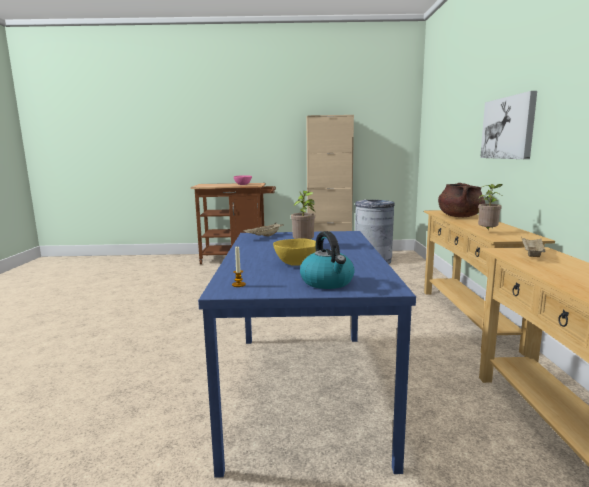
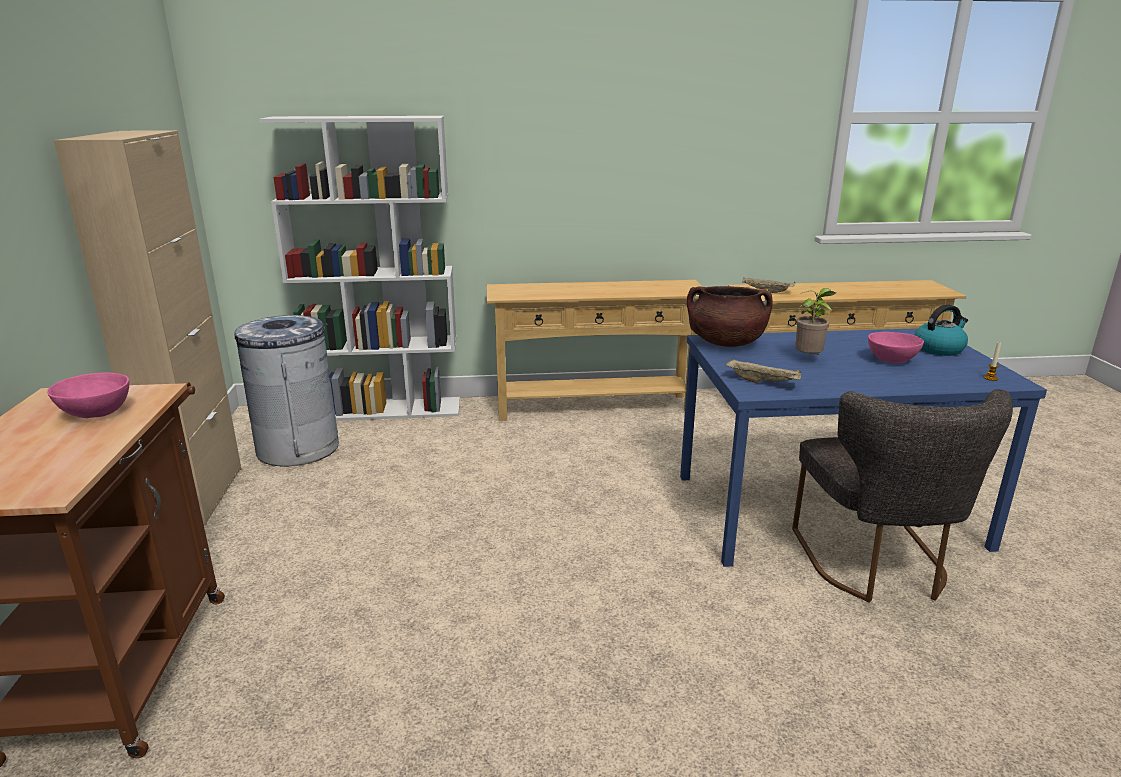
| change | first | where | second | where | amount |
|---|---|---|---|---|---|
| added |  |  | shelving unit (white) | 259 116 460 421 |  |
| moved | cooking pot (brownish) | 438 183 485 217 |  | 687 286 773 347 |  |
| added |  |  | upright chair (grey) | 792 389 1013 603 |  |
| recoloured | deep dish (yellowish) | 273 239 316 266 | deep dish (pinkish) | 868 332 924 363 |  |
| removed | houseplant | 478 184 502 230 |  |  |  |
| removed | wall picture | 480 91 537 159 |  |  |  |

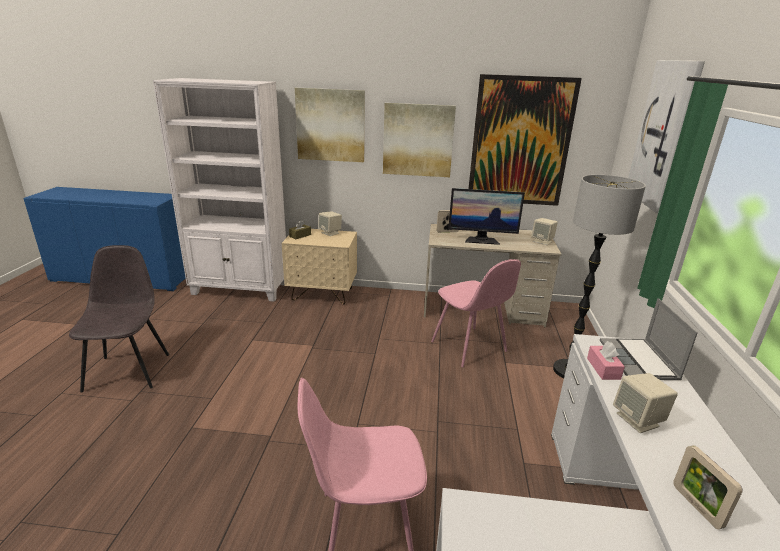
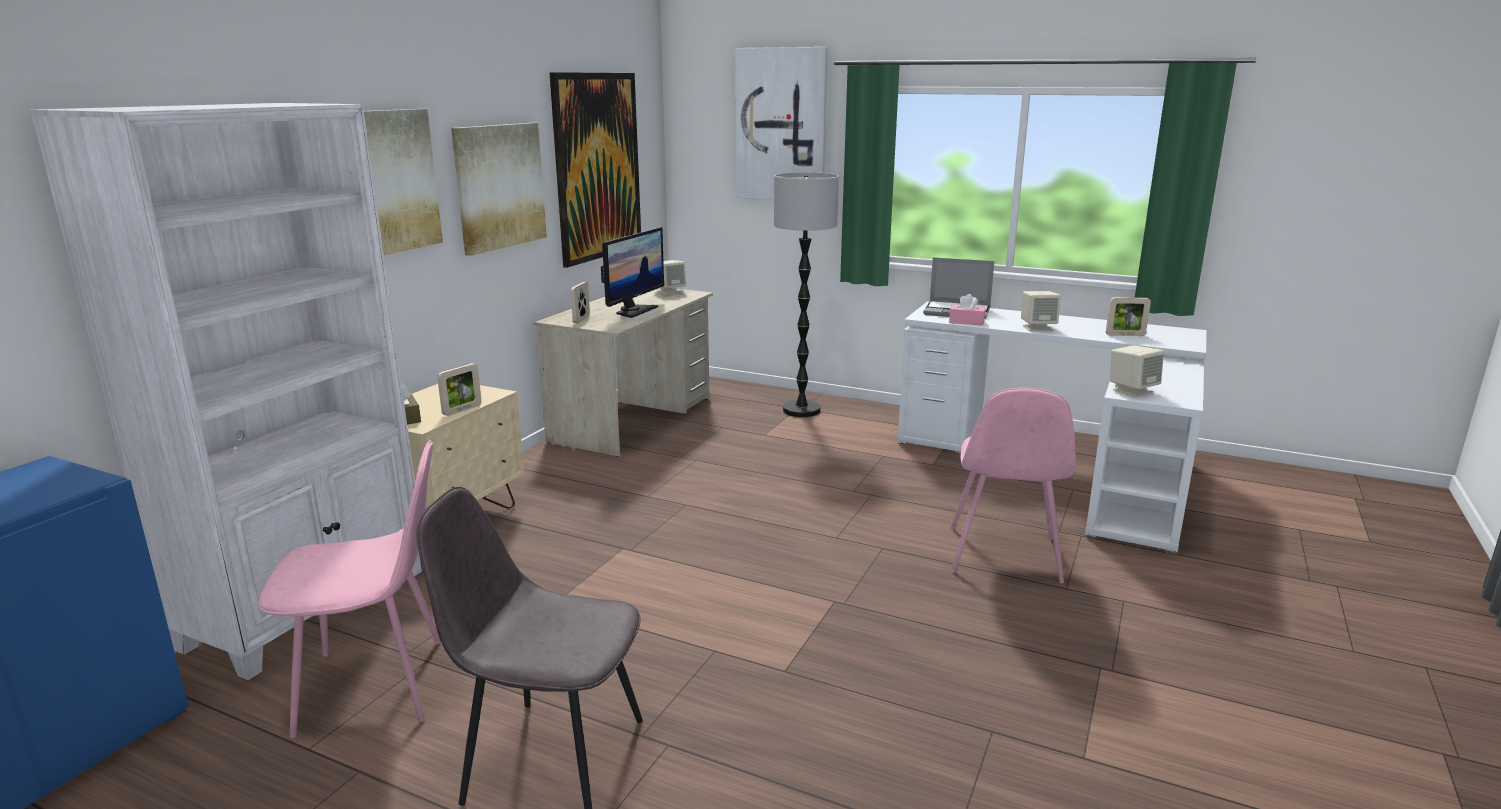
| change | first | where | second | where | amount |
|---|---|---|---|---|---|
| moved | upright chair (pinkish) | 431 259 521 367 |  | 259 440 441 738 |  |
| added |  |  | picture frame | 437 363 482 416 |  |
| moved | speaker (beige) | 318 211 342 236 |  | 1109 345 1164 397 |  |

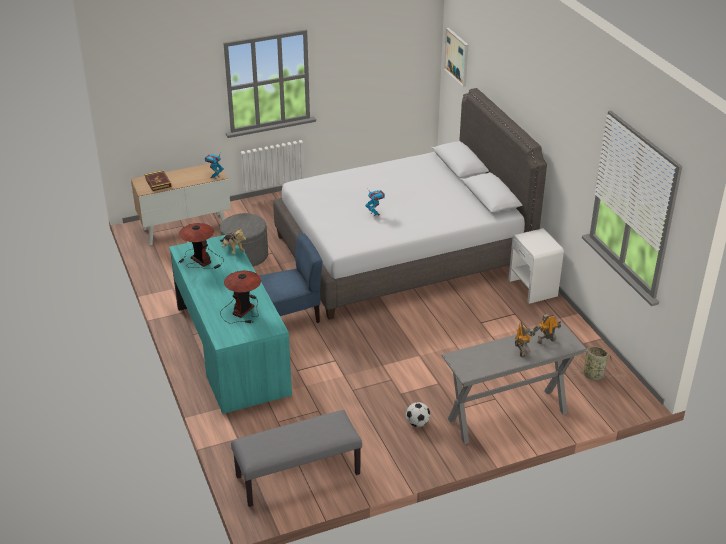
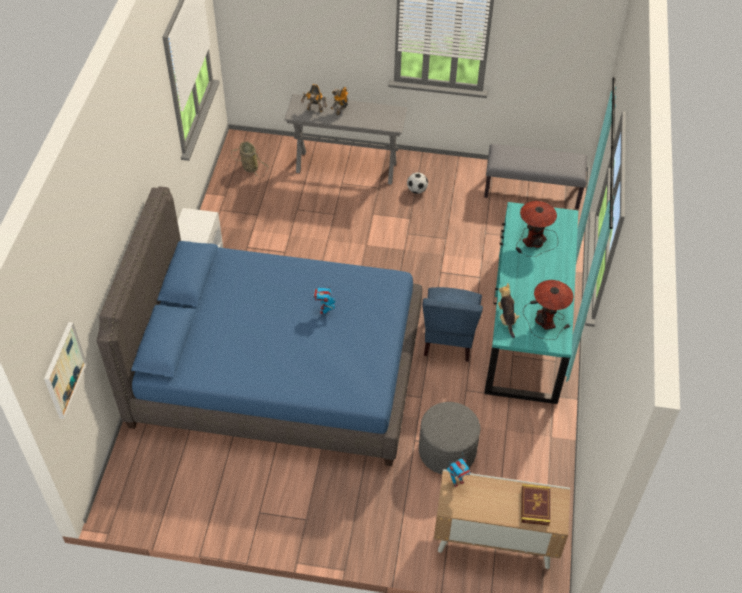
| change | first | where | second | where | amount |
|---|---|---|---|---|---|
| recoloured | sleeping bed (grey) | 273 88 547 320 | sleeping bed (blue) | 96 186 422 466 |  |
| turned | upright chair (blue) | 259 233 322 323 |  | 423 287 483 362 | 90 degrees counterclockwise |

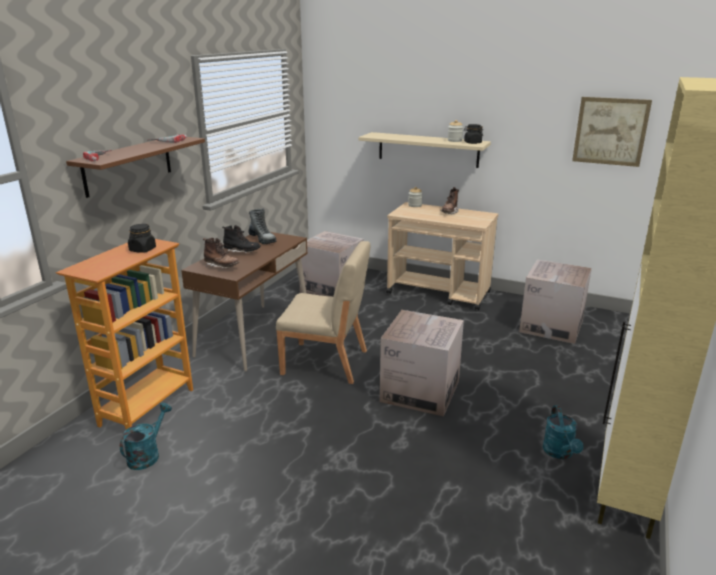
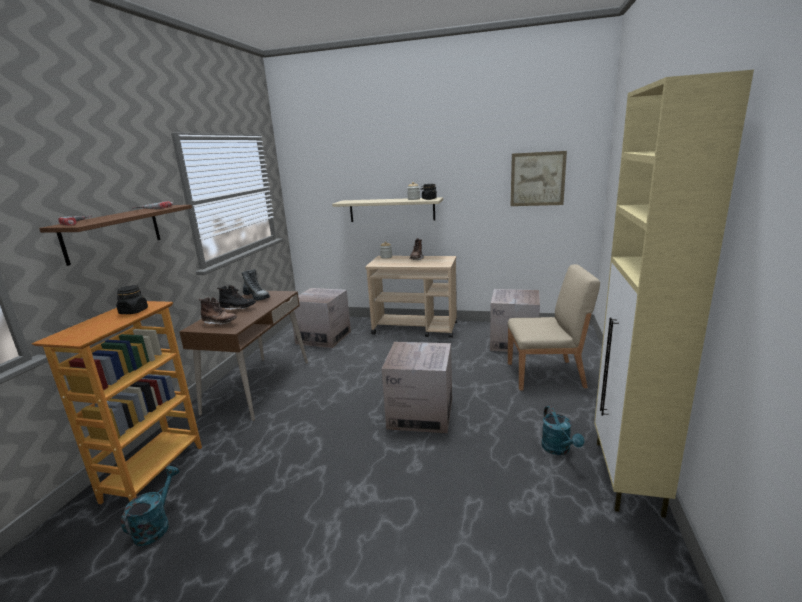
| change | first | where | second | where | amount |
|---|---|---|---|---|---|
| moved | upright chair (beige) | 276 241 370 384 |  | 507 264 600 391 |  |

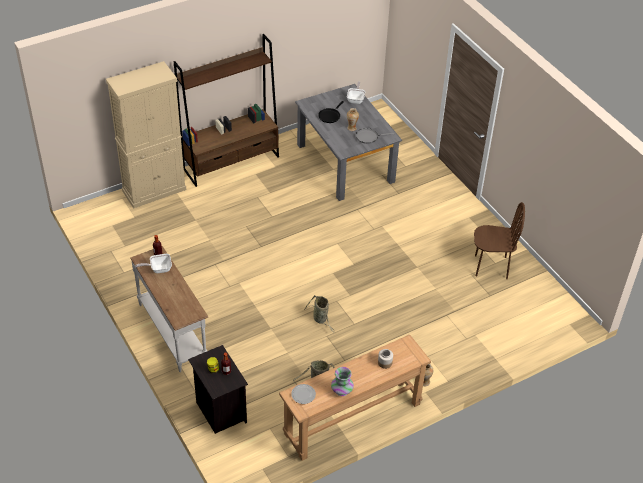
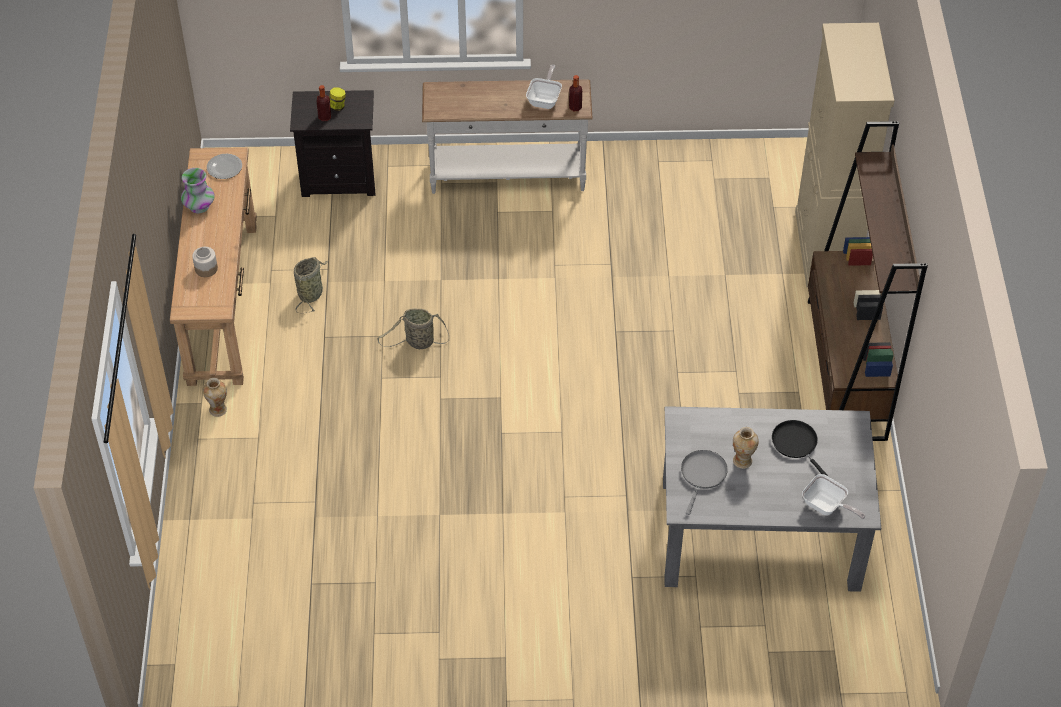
| change | first | where | second | where | amount |
|---|---|---|---|---|---|
| removed | upright chair (brownish) | 474 202 525 279 |  |  |  |

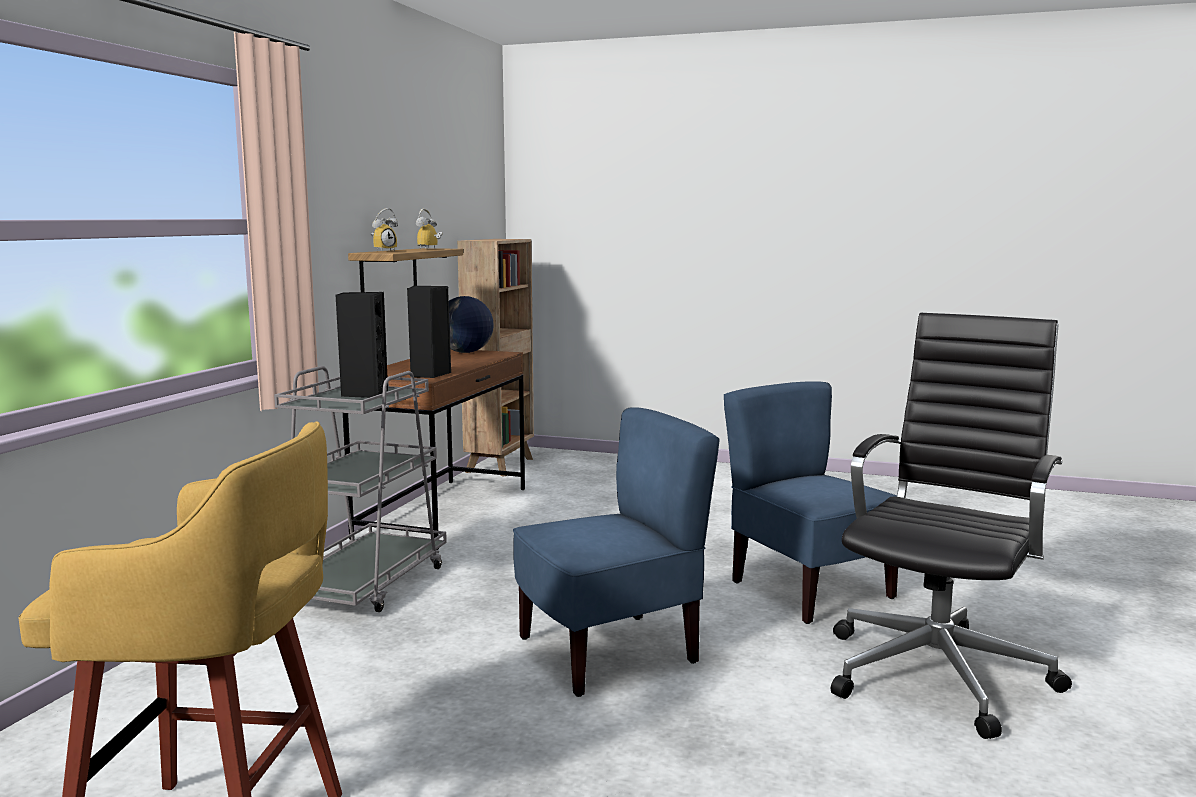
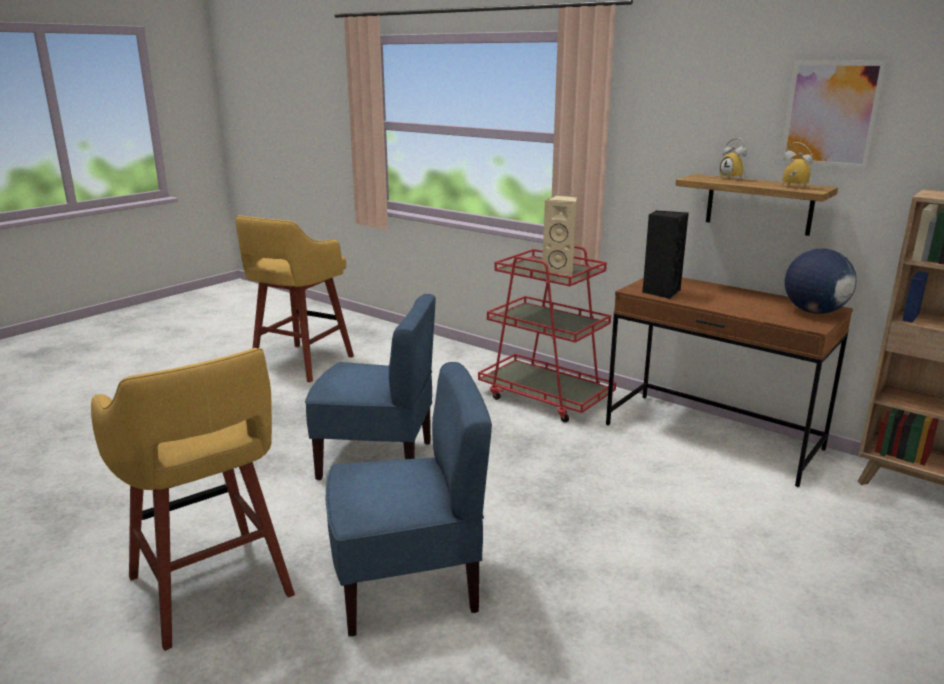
| change | first | where | second | where | amount |
|---|---|---|---|---|---|
| replaced | office chair (black-coloured) | 831 313 1072 739 | sitting stool (yellowish) | 91 348 295 651 |  |
| turned | upright chair (blue) | 513 407 720 697 |  | 305 294 436 480 | 75 degrees counterclockwise |
| recoloured | wheeled cart (grey) | 274 366 447 612 | wheeled cart (red-coloured) | 478 245 616 423 |  |
| recoloured | speaker (black-coloured) | 336 292 388 398 | speaker (beige) | 542 195 577 276 |  |
| added |  |  | wall picture | 780 61 887 169 |  |

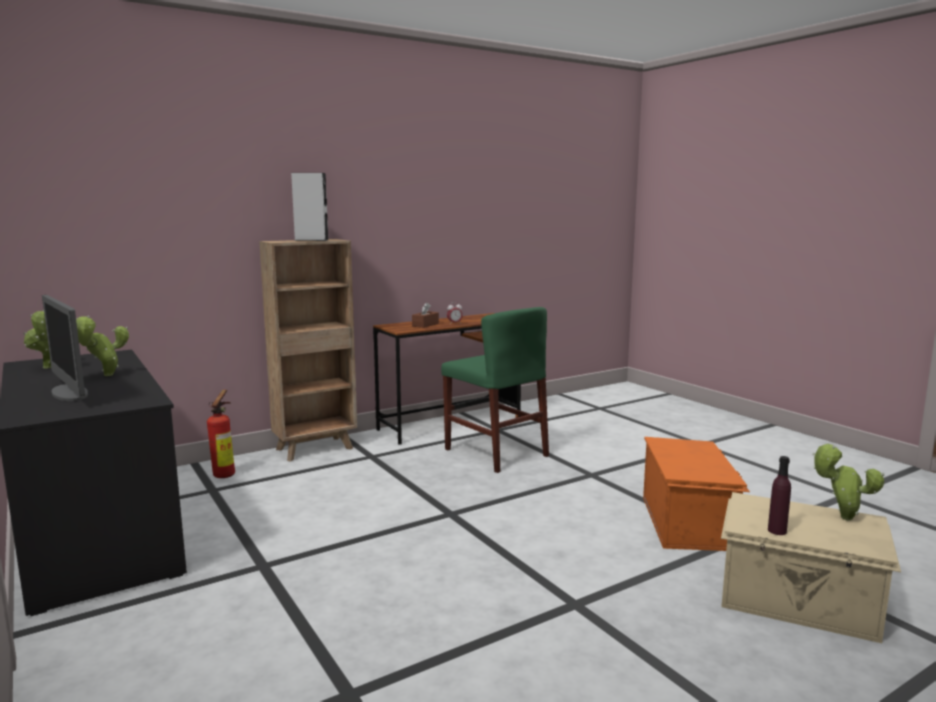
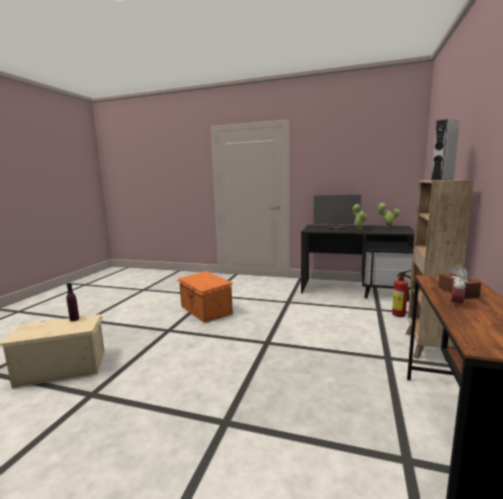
| change | first | where | second | where | amount |
|---|---|---|---|---|---|
| moved | storage bin (orangey) | 643 437 750 551 |  | 177 271 233 323 |  |
| removed | upright chair (green) | 441 307 549 473 |  |  |  |
| removed | houseplant | 812 444 885 520 |  |  |  |

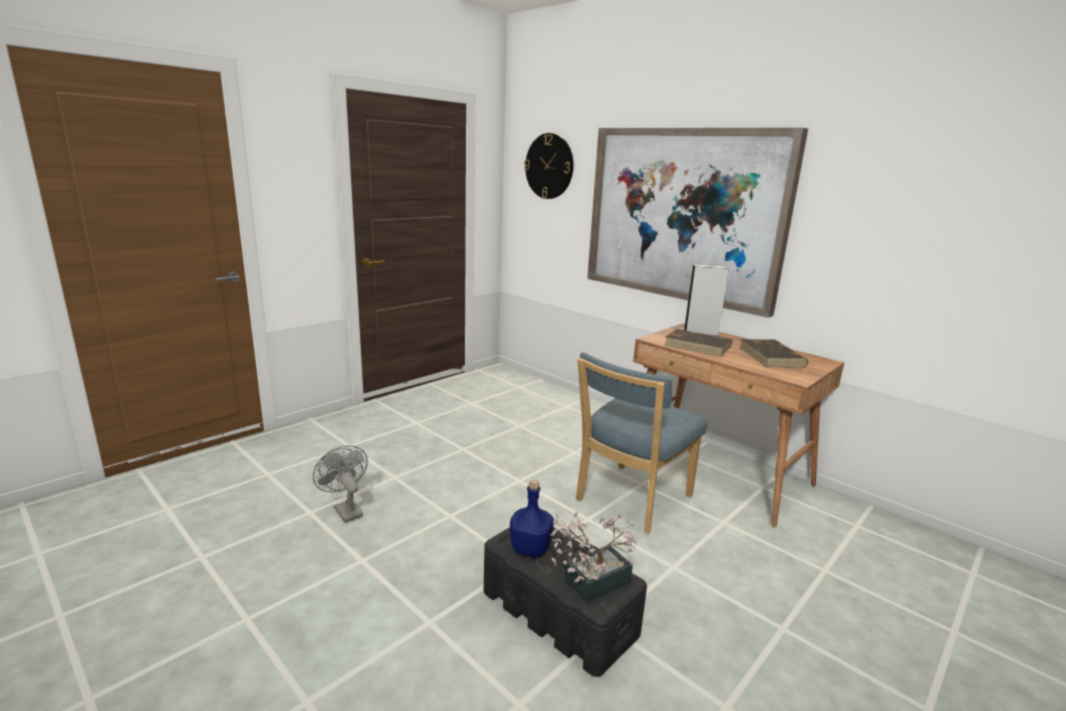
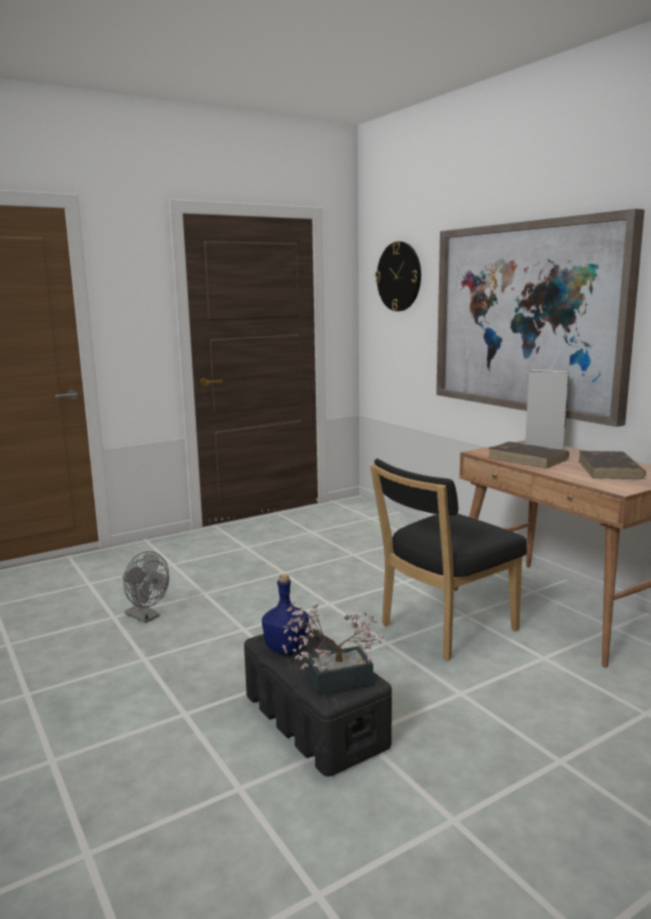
| change | first | where | second | where | amount |
|---|---|---|---|---|---|
| turned | electric fan (grey) | 313 446 368 523 |  | 122 551 169 623 | 150 degrees clockwise |
| recoloured | upright chair (blue) | 576 352 707 534 | upright chair (black-coloured) | 370 459 527 661 |  |

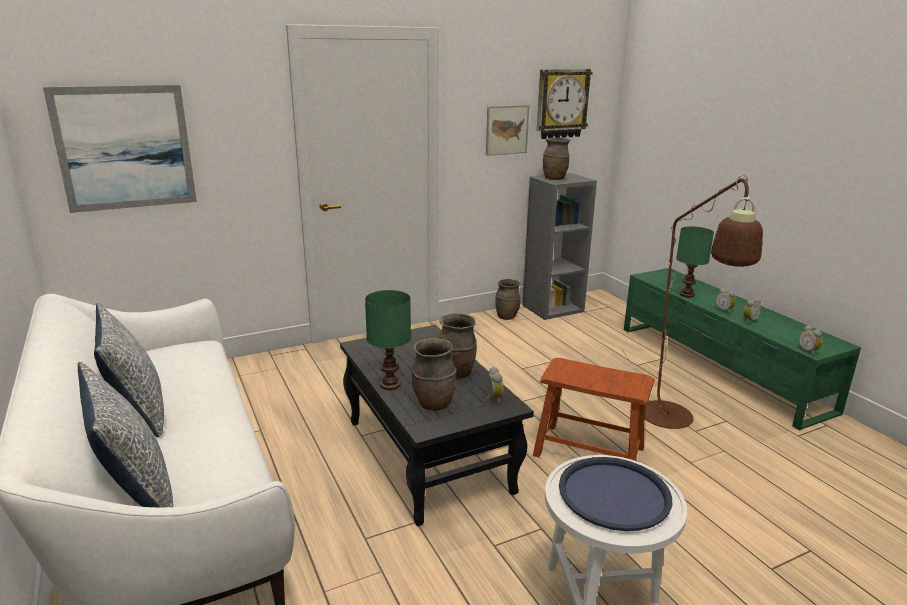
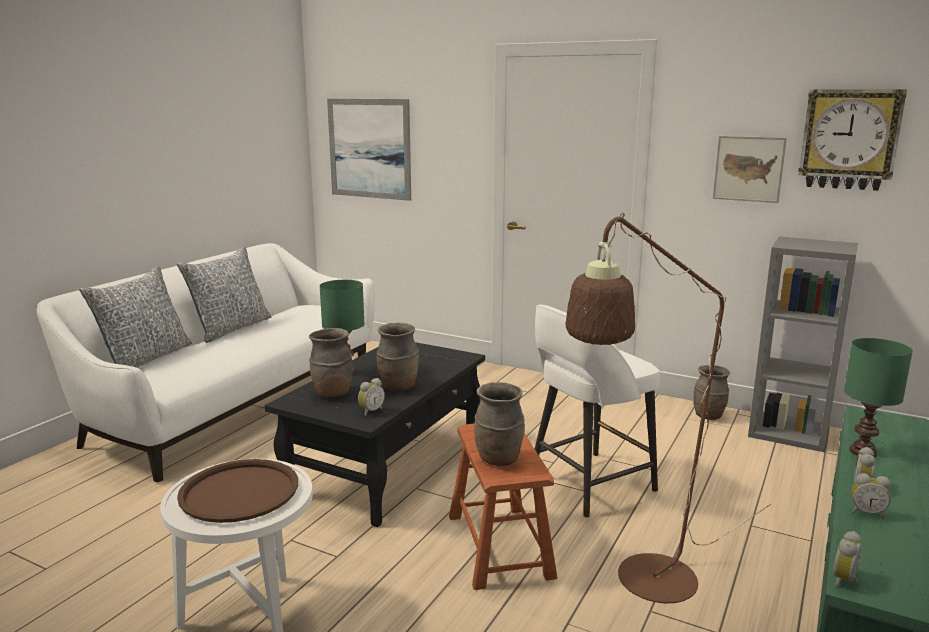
| change | first | where | second | where | amount |
|---|---|---|---|---|---|
| recoloured | tray (blue) | 559 457 672 531 | tray (brownish) | 177 459 298 523 |  |
| moved | decorative vase (brownish) | 543 138 570 180 |  | 474 382 525 466 |  |
| added |  |  | sitting stool (white) | 535 305 660 518 |  |

